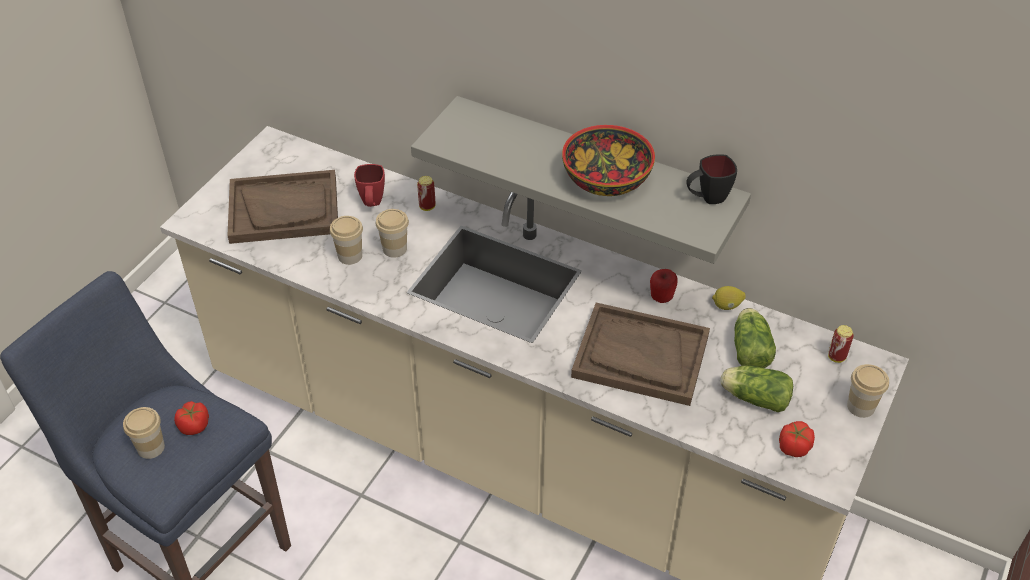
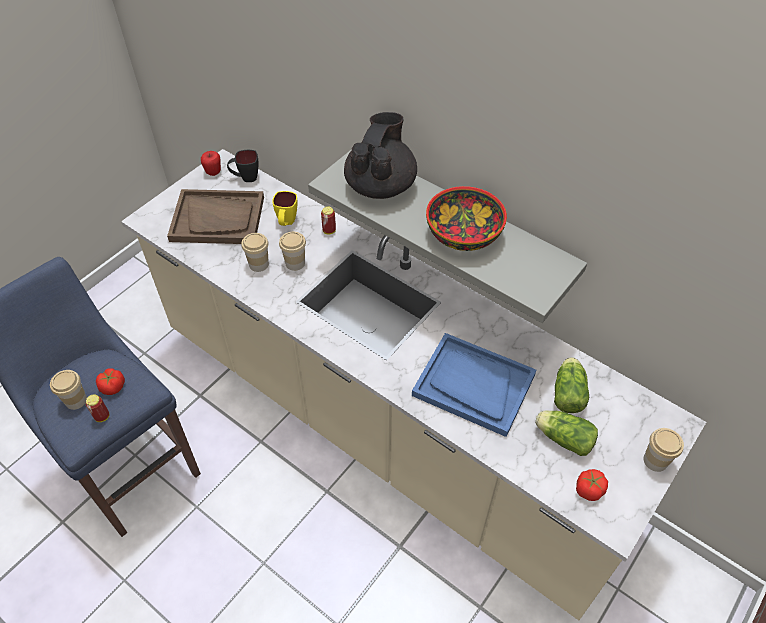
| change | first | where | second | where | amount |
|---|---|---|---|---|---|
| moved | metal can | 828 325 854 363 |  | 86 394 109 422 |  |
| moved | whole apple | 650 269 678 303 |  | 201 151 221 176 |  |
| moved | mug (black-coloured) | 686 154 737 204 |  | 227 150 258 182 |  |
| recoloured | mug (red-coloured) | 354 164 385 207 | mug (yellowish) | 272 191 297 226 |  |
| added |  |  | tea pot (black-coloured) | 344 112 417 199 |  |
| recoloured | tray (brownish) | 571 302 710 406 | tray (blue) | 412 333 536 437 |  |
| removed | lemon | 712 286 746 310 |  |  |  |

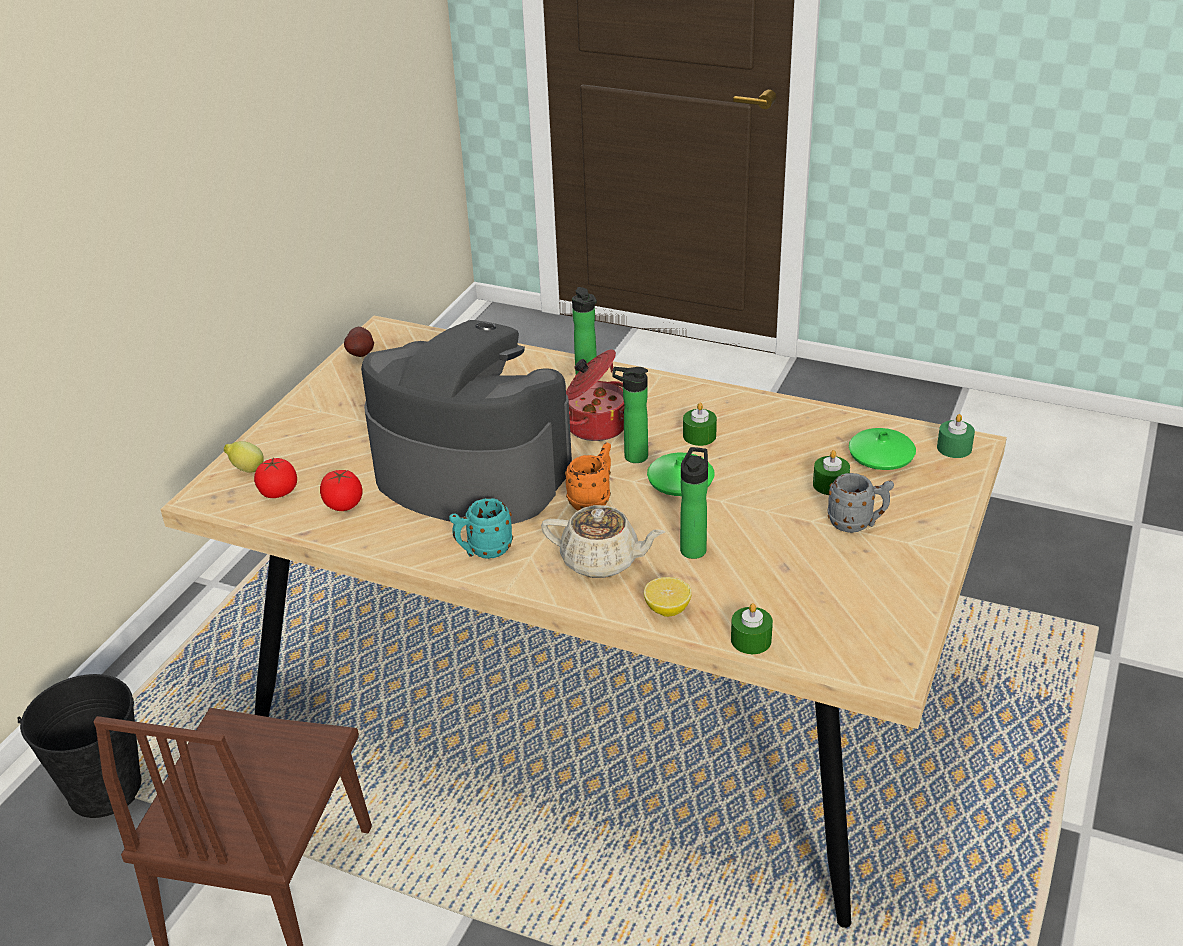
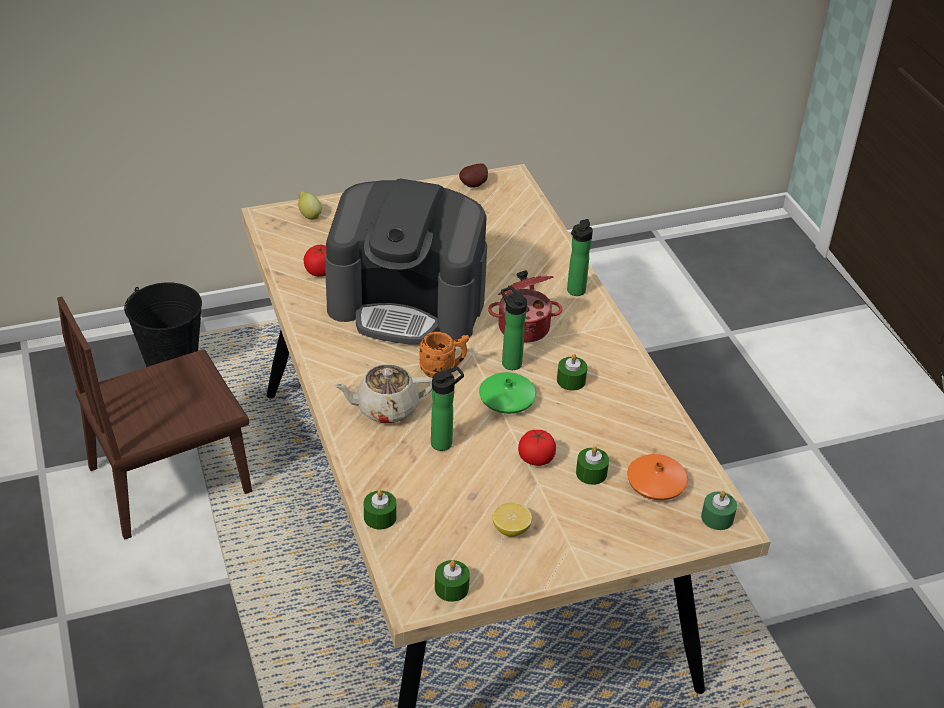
| change | first | where | second | where | amount |
|---|---|---|---|---|---|
| turned | coffee maker | 361 320 572 524 |  | 325 178 487 345 | 120 degrees clockwise |
| turned | tea pot (beige) | 541 505 665 578 |  | 333 364 432 423 | 105 degrees clockwise |
| added |  |  | candle (green) | 435 560 470 602 |  |
| moved | lemon | 644 577 692 617 |  | 492 502 532 537 |  |
| moved | tomato | 254 458 297 498 |  | 518 429 556 466 |  |
| recoloured | decorative vase (green) | 849 428 916 470 | decorative vase (orangey) | 627 454 688 500 |  |
| removed | mug (turquoise) | 449 498 513 559 |  |  |  |
| removed | mug (grey) | 828 473 894 533 |  |  |  |

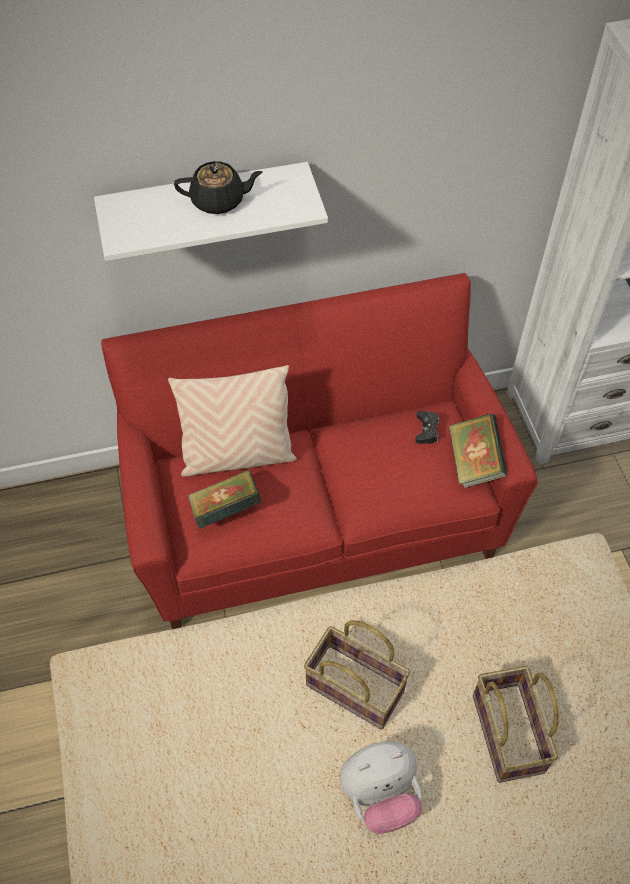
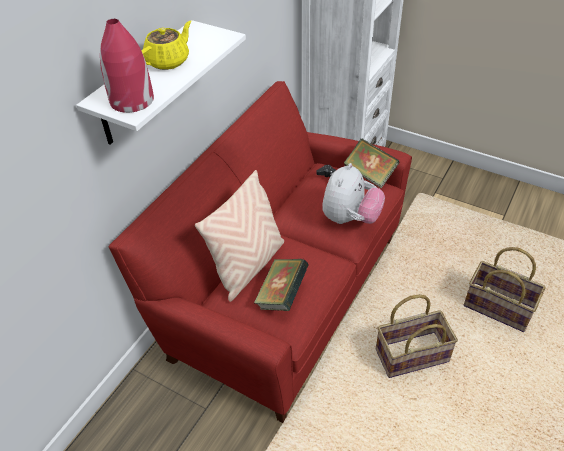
| change | first | where | second | where | amount |
|---|---|---|---|---|---|
| added |  |  | decorative vase (red-coloured) | 100 19 154 113 |  |
| recoloured | tea pot (black-coloured) | 174 161 263 214 | tea pot (yellowish) | 141 21 191 70 |  |
| moved | cuddly toy | 340 742 422 834 |  | 322 163 385 224 |  |

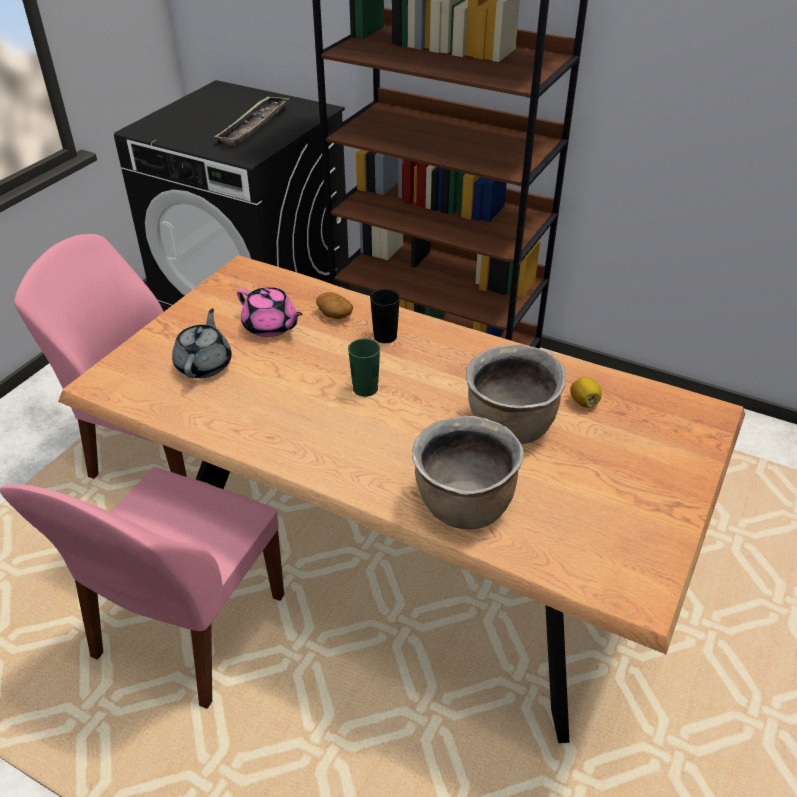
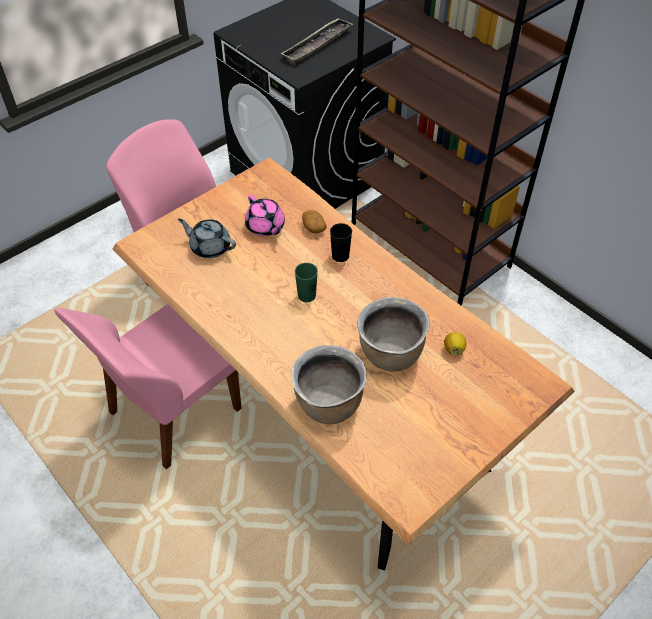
| change | first | where | second | where | amount |
|---|---|---|---|---|---|
| turned | tea pot (grey) | 172 308 232 378 |  | 178 219 236 258 | 90 degrees counterclockwise |

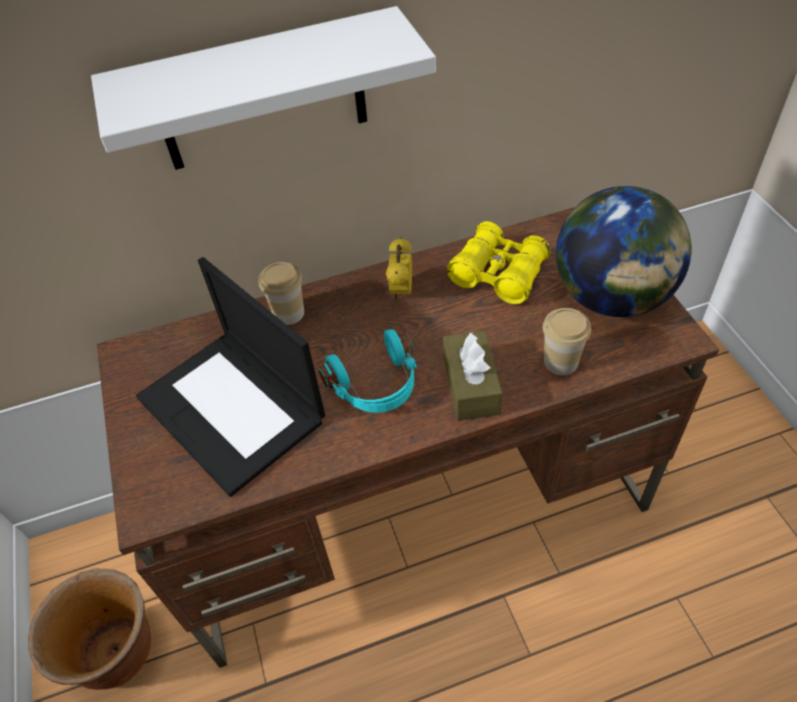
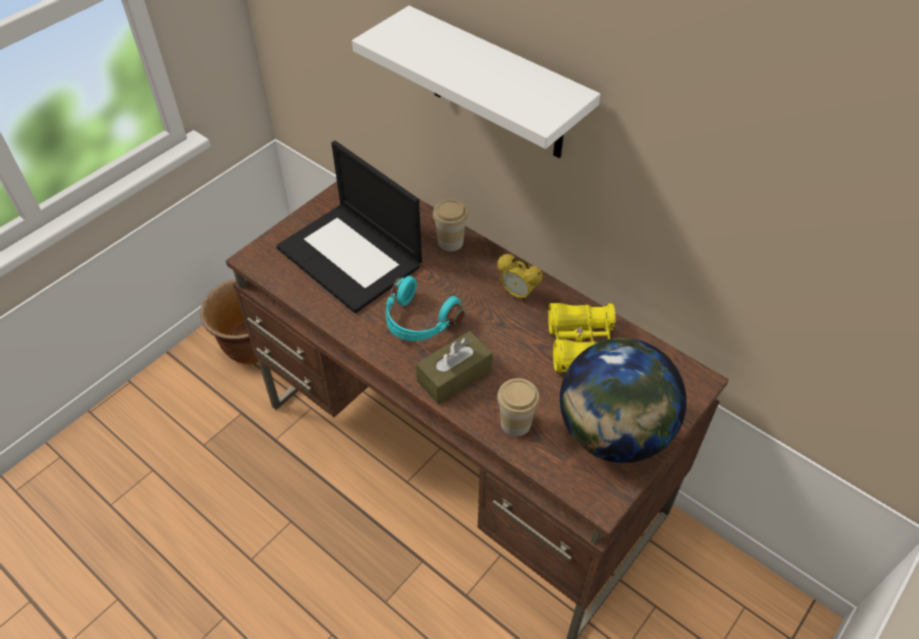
| change | first | where | second | where | amount |
|---|---|---|---|---|---|
| turned | portable computer | 136 257 325 497 |  | 276 141 422 313 | 60 degrees counterclockwise |
| turned | alarm clock | 386 237 412 300 |  | 497 254 543 301 | 120 degrees counterclockwise |

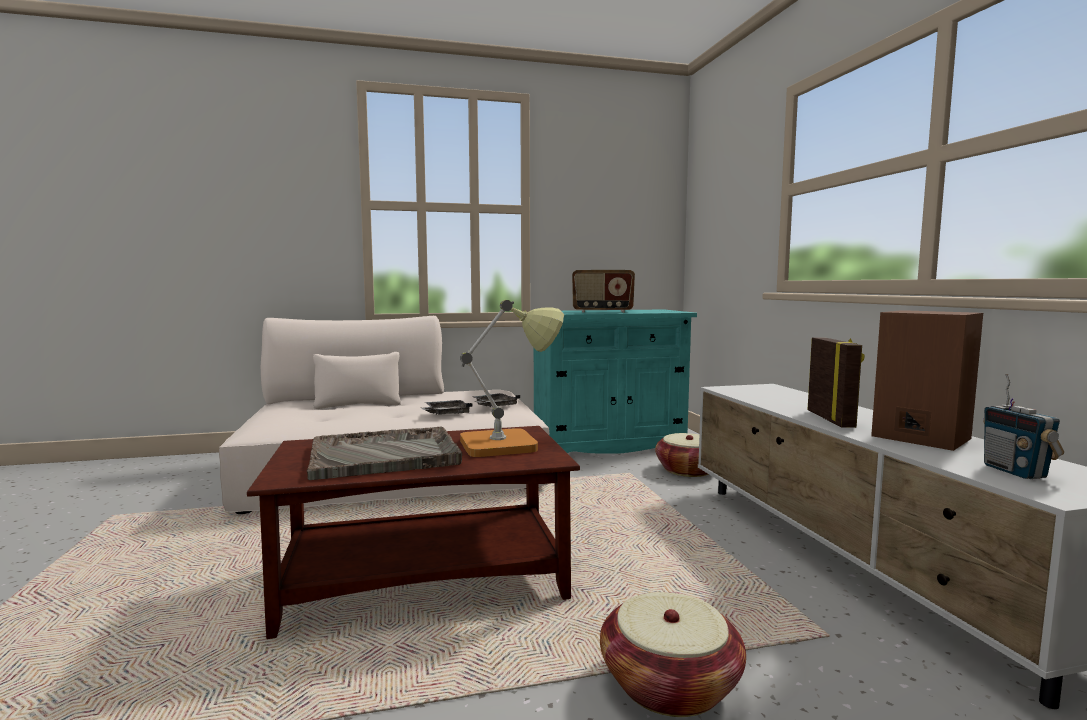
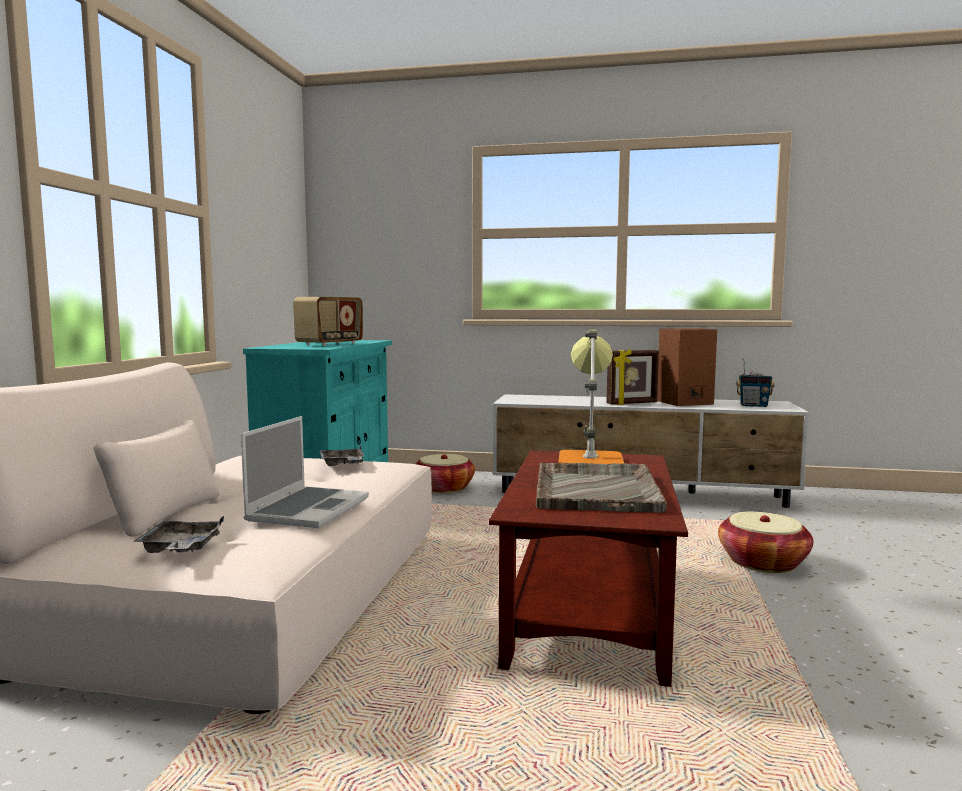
| change | first | where | second | where | amount |
|---|---|---|---|---|---|
| moved | tray (grey) | 421 400 472 415 |  | 133 516 224 553 |  |
| added |  |  | portable computer | 241 416 369 528 |  |
| turned | picture frame | 808 337 865 428 |  | 606 349 659 405 | 135 degrees clockwise |

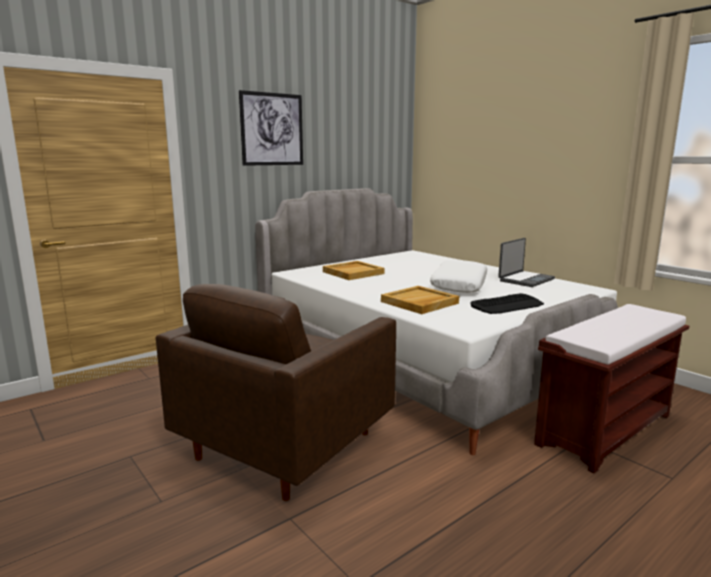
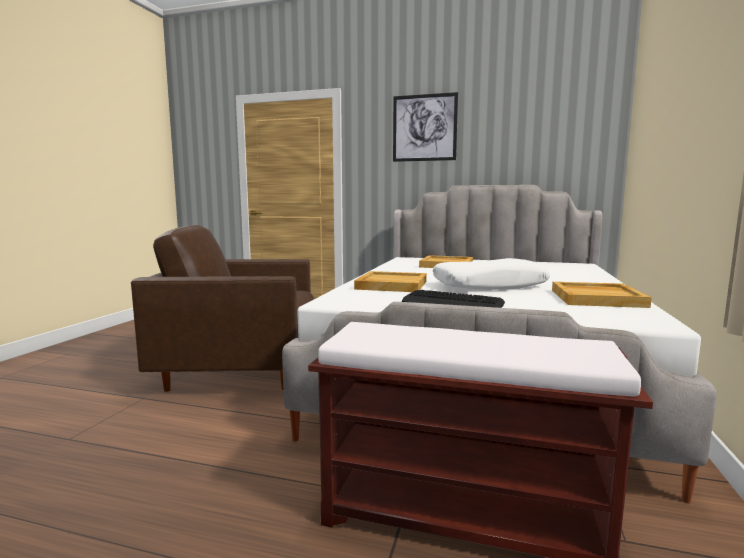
| change | first | where | second | where | amount |
|---|---|---|---|---|---|
| replaced | portable computer | 498 238 555 287 | tray (beige) | 552 282 652 308 |  |

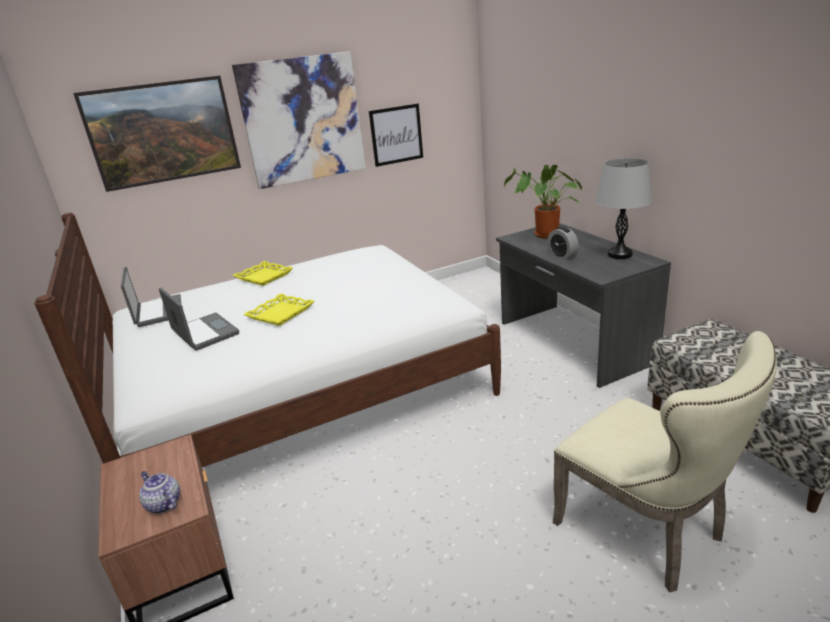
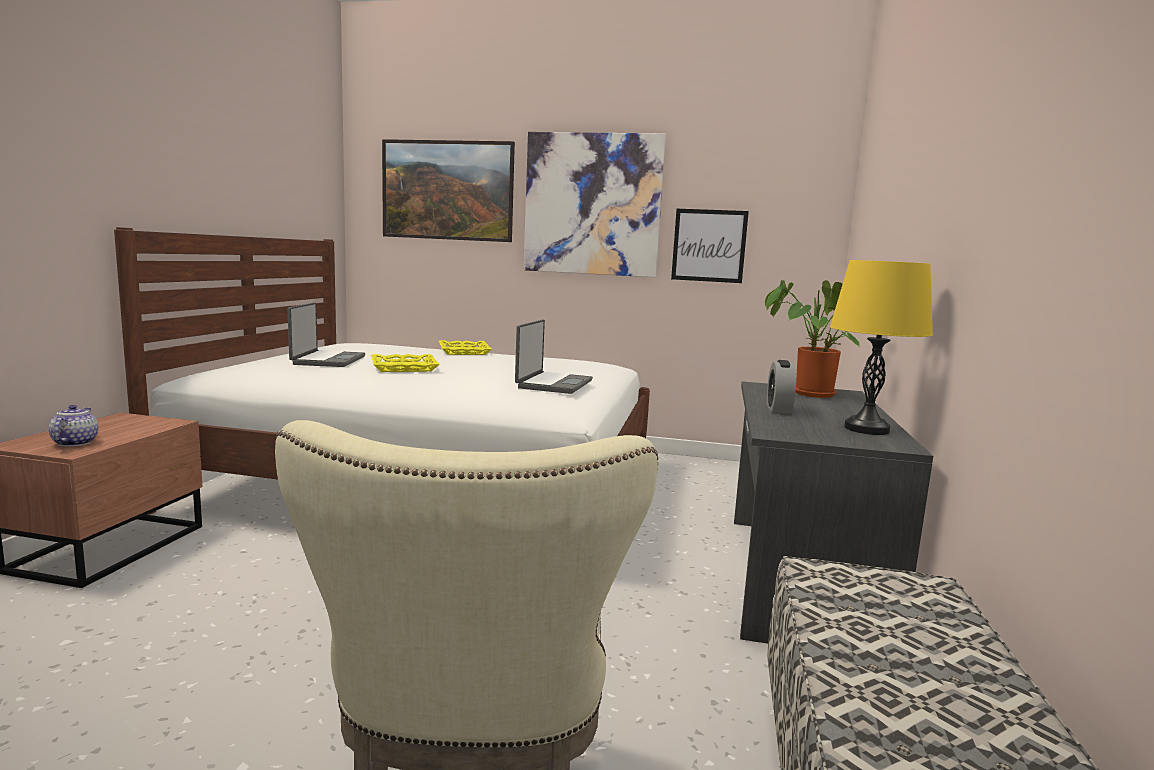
| change | first | where | second | where | amount |
|---|---|---|---|---|---|
| moved | portable computer | 121 267 181 327 |  | 515 320 593 394 |  |
| recoloured | tabletop lamp (grey) | 596 158 652 259 | tabletop lamp (yellowish) | 830 260 933 435 |  |

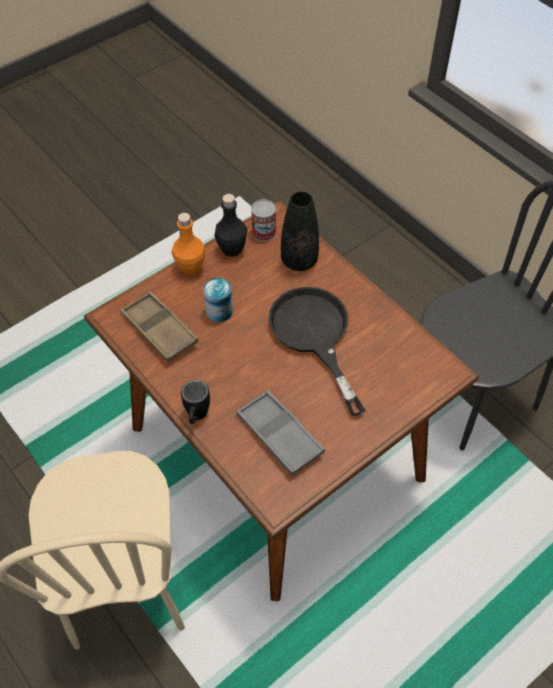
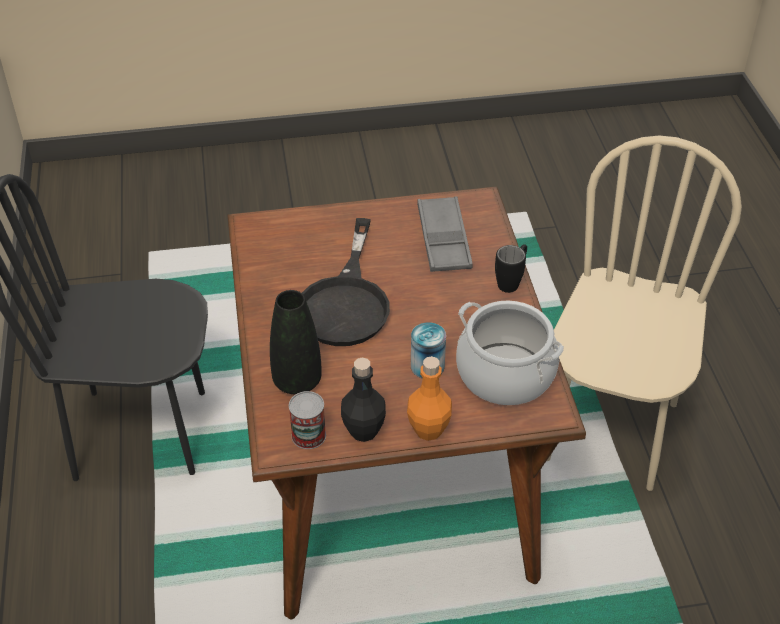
| change | first | where | second | where | amount |
|---|---|---|---|---|---|
| replaced | tray (brownish) | 120 291 199 362 | cooking pot | 456 301 564 405 |  |

